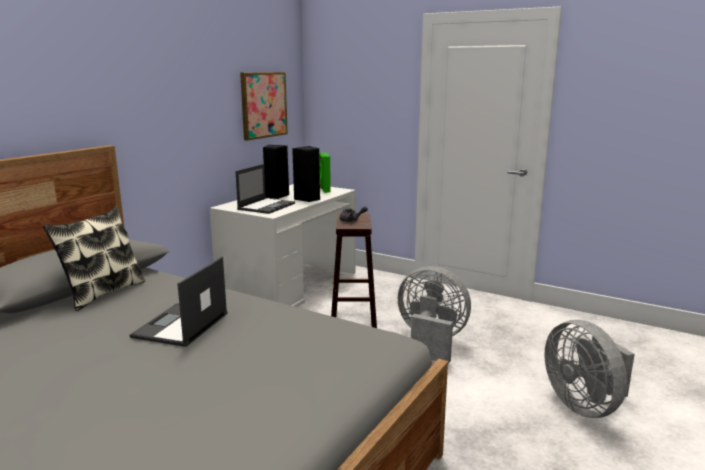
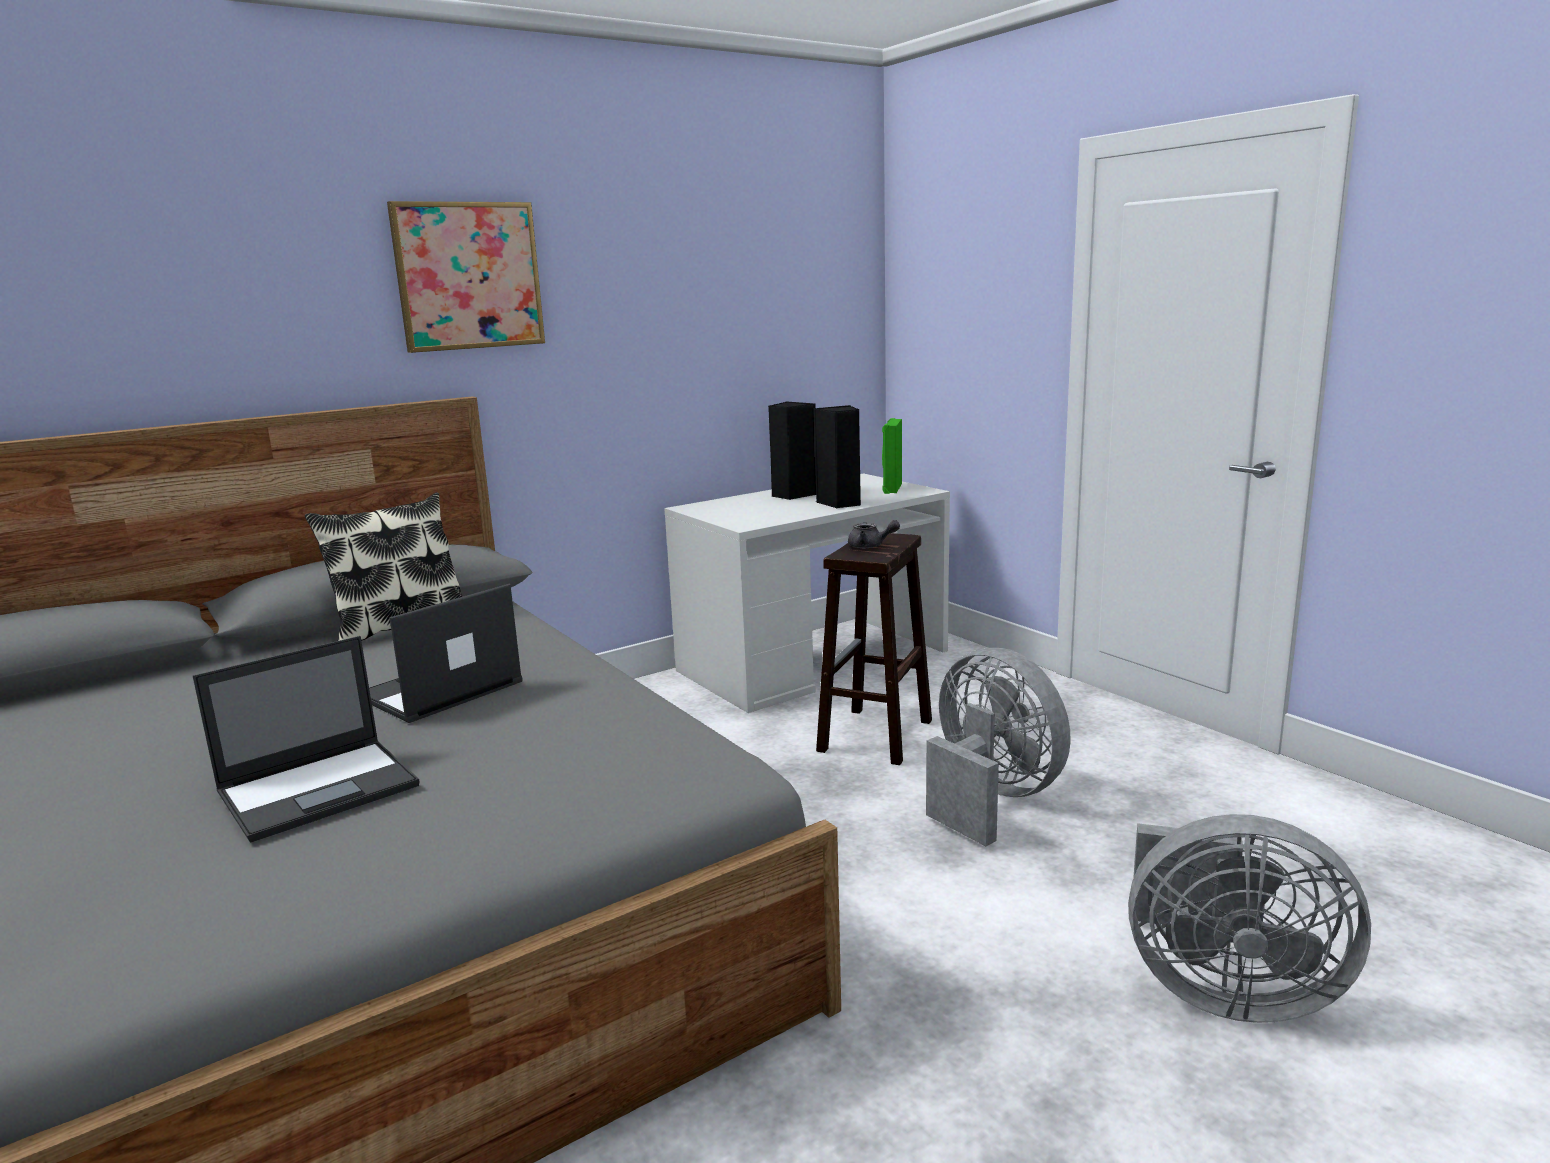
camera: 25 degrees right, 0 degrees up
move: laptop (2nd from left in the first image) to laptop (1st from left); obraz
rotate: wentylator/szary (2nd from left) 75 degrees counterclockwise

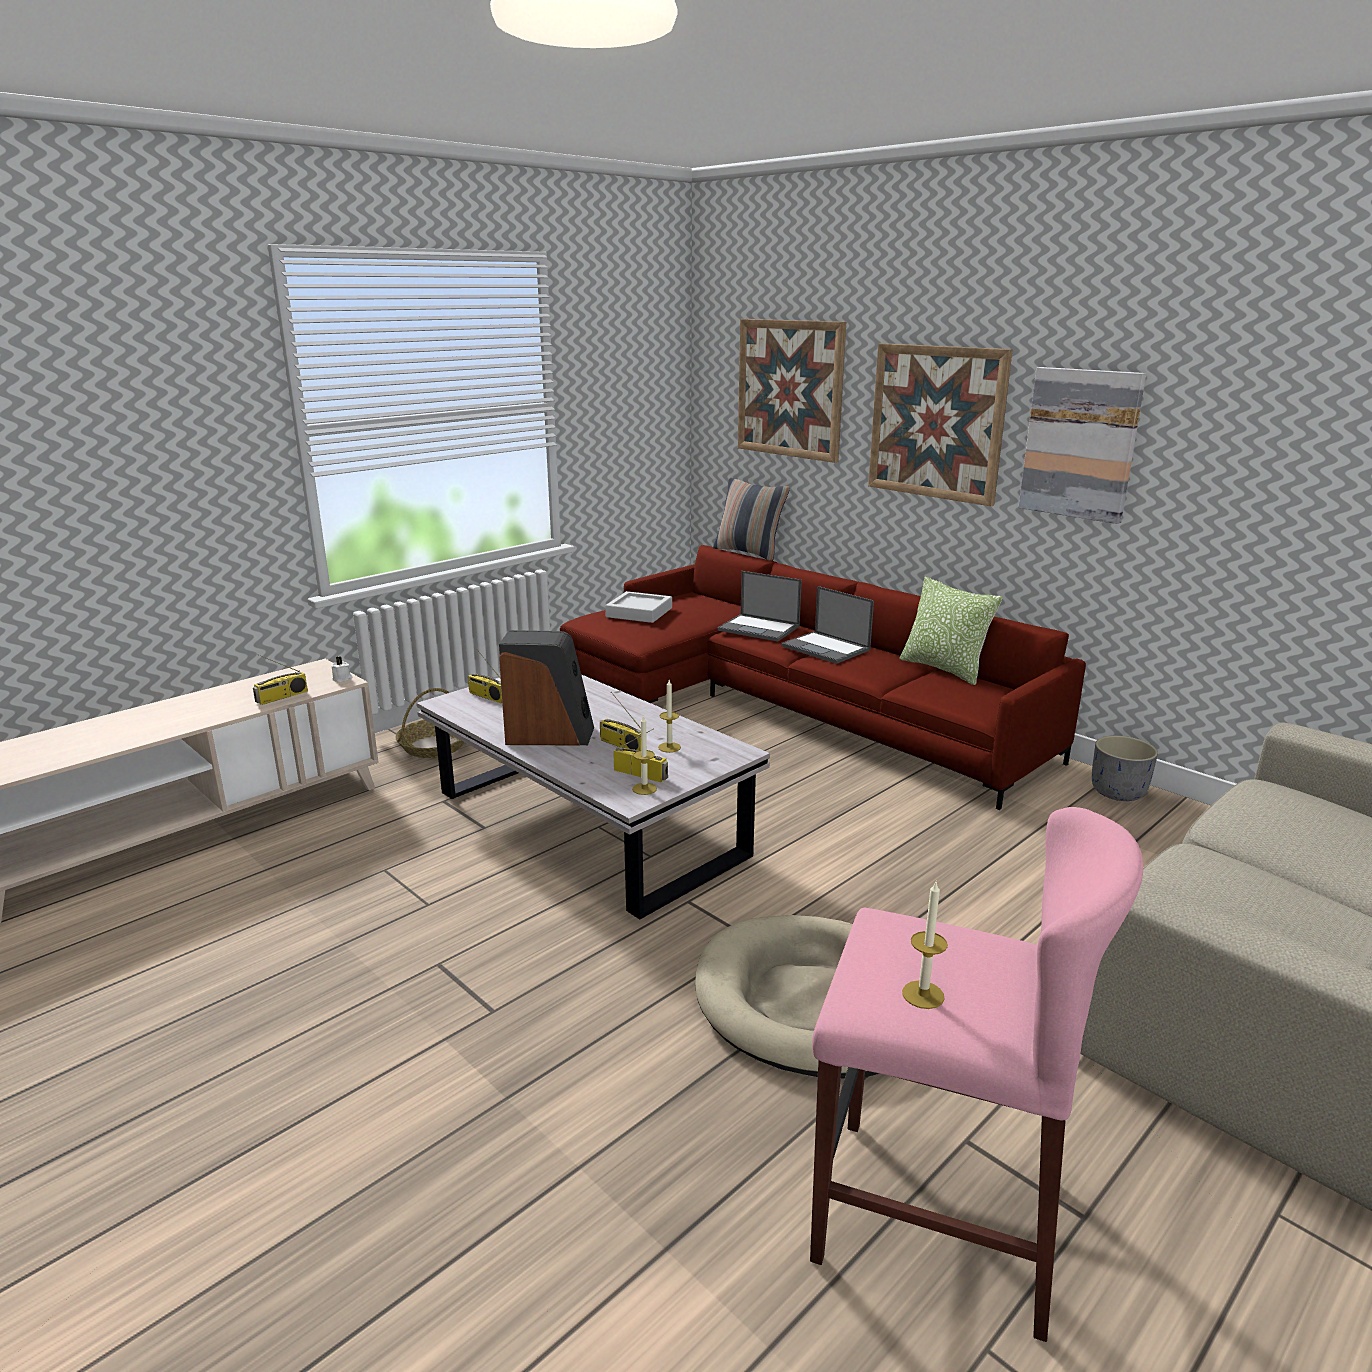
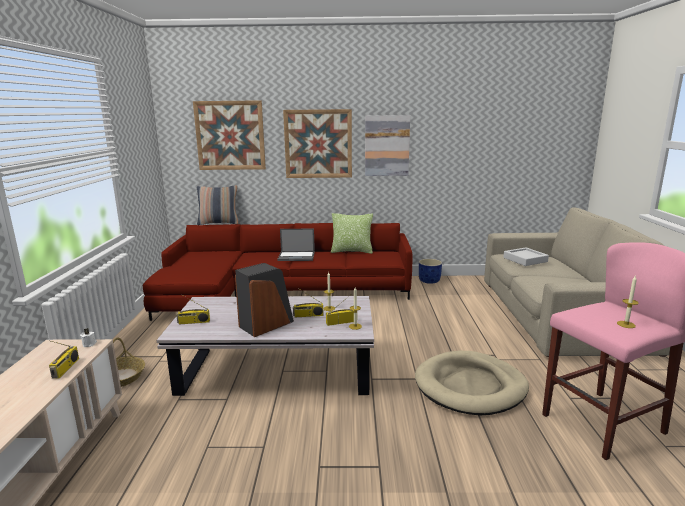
camera: 45 degrees left, 5 degrees down
delete: laptop (1st from left)
move: taca/szary
recolor: donica/szary to donica/niebieski

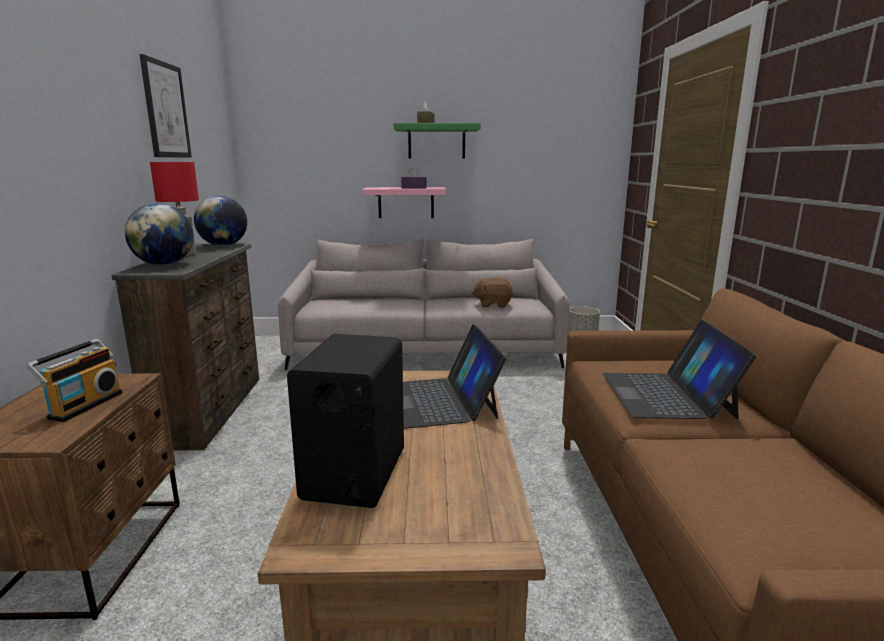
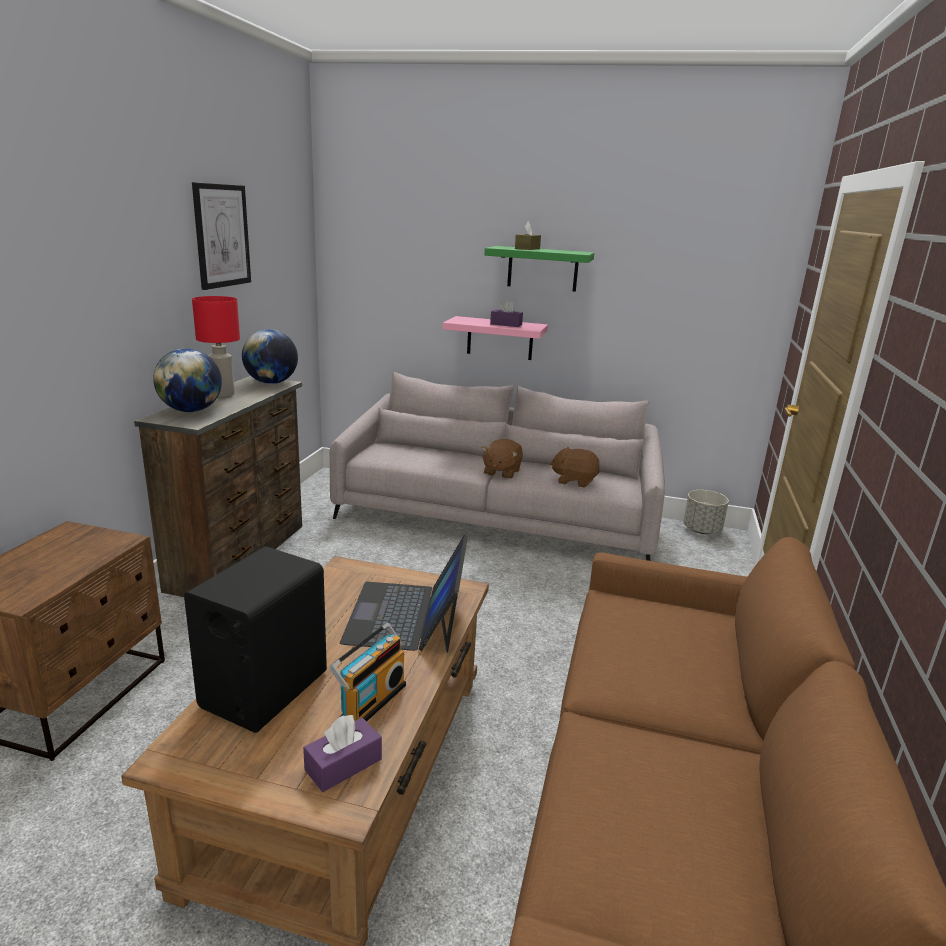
camera: 15 degrees right, 5 degrees up
delete: laptop (2nd from left)
insert: pudełko chusteczek/fioletowy (1st from left); pluszak/brązowy (1st from left)
move: radio

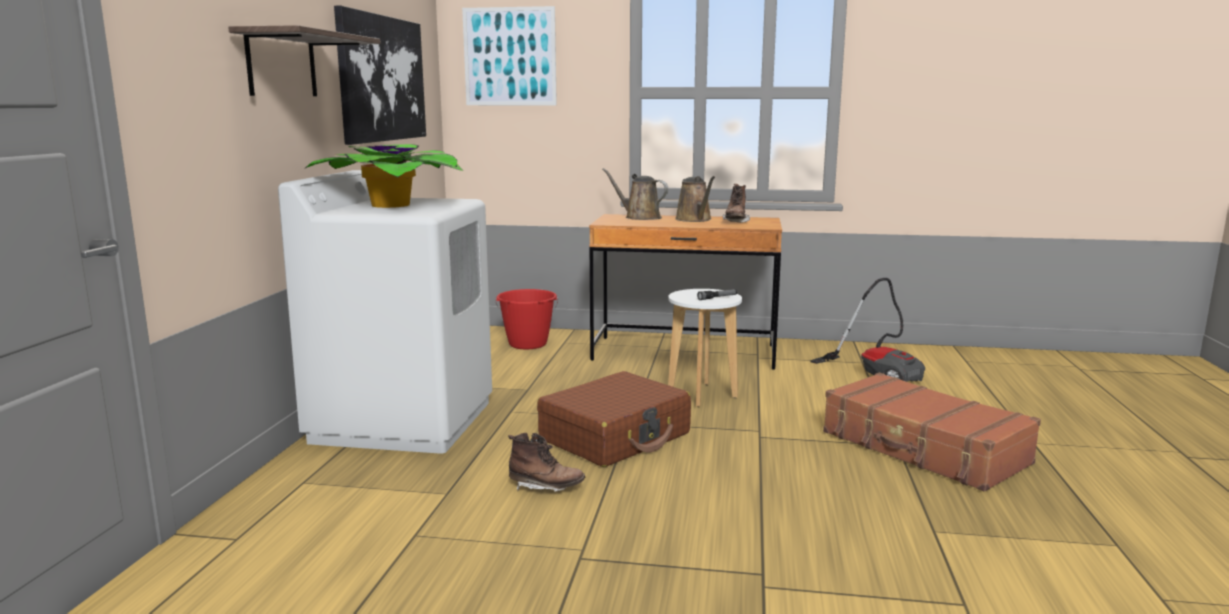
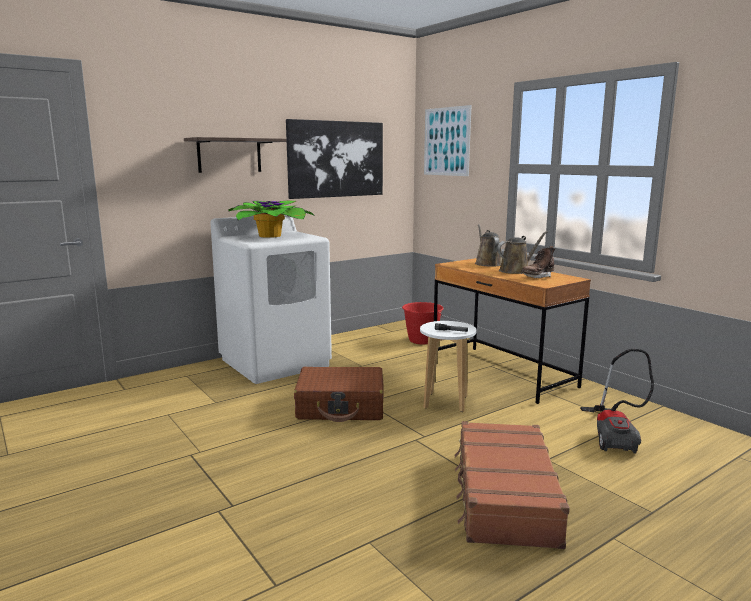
camera: 45 degrees right, 0 degrees up
delete: but z cholewką/brązowy (1st from left)
rotate: konewka/brązowy (2nd from left) 150 degrees counterclockwise

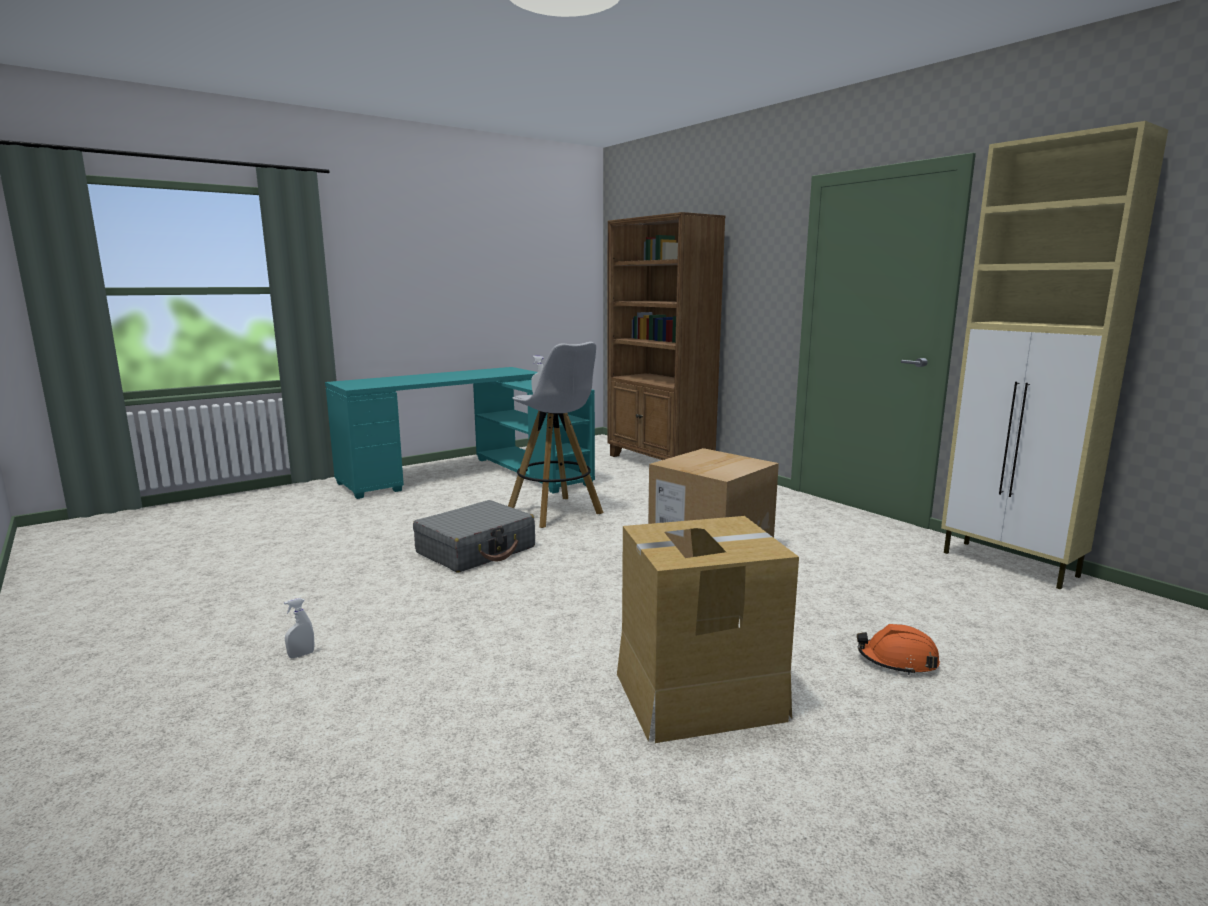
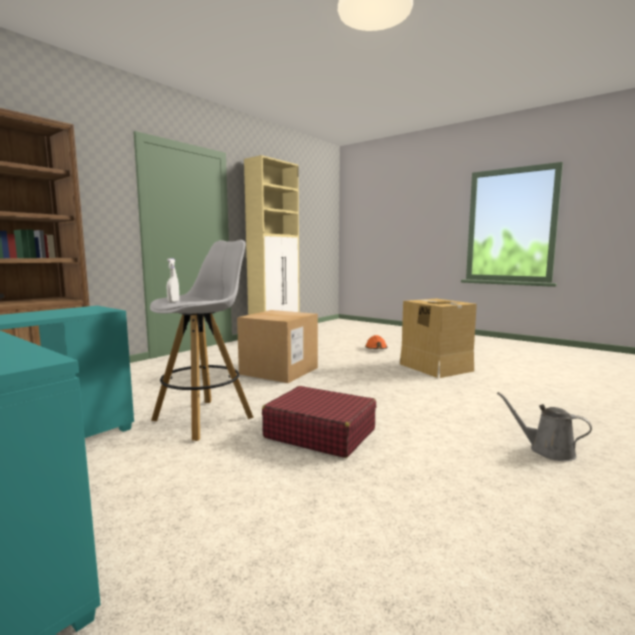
camera: 105 degrees left, 5 degrees down
replace: spryskiwacz/biały (1st from left) to konewka/szary
recolor: walizka/szary to walizka/czerwony

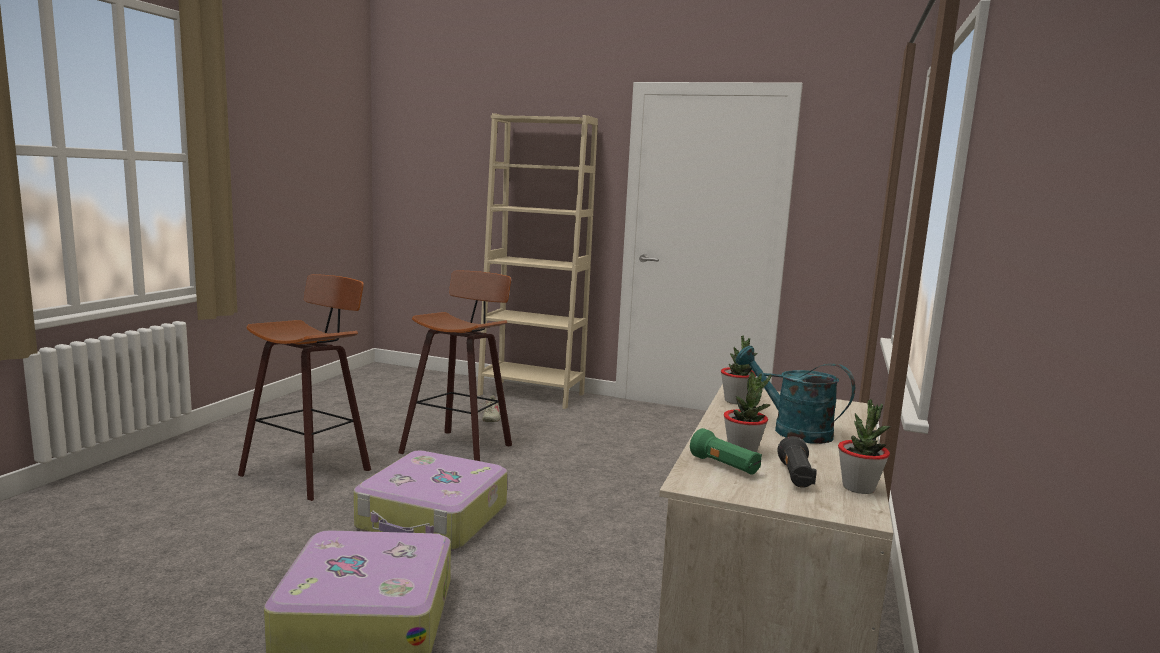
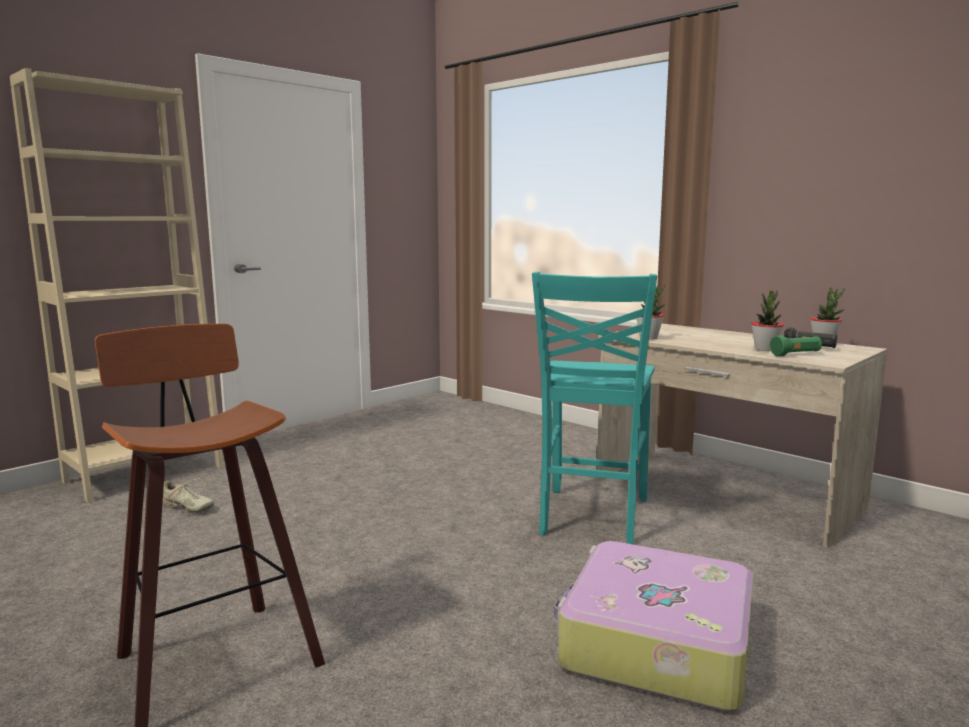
camera: 65 degrees left, 0 degrees up
delete: walizka (2nd from left); stołek (2nd from left); konewka/turkusowy
insert: krzesło/turkusowy

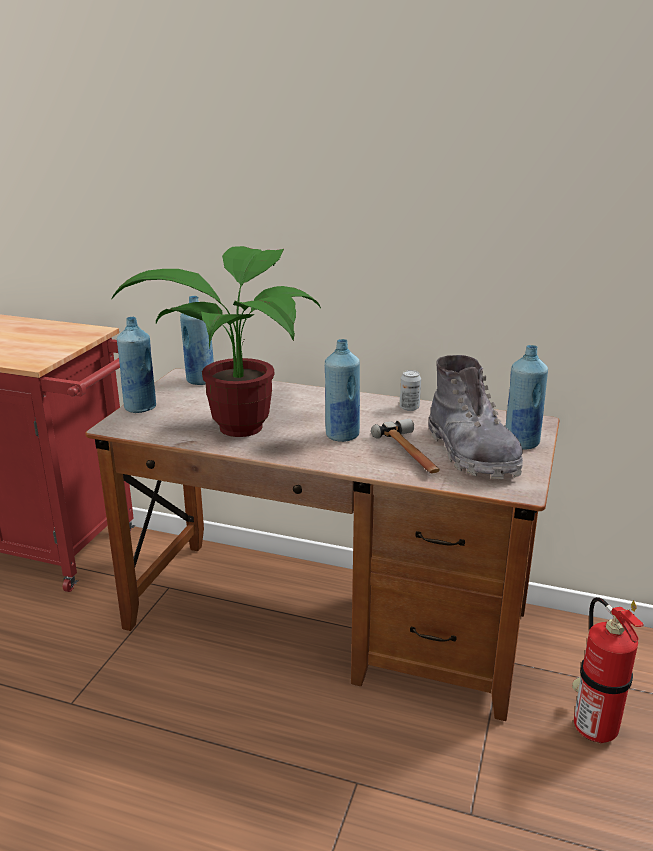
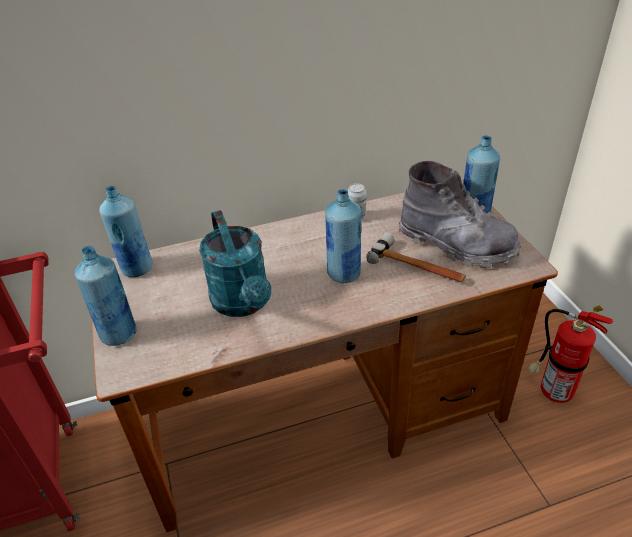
camera: 35 degrees left, 15 degrees up
replace: roślina doniczkowa to konewka/turkusowy

